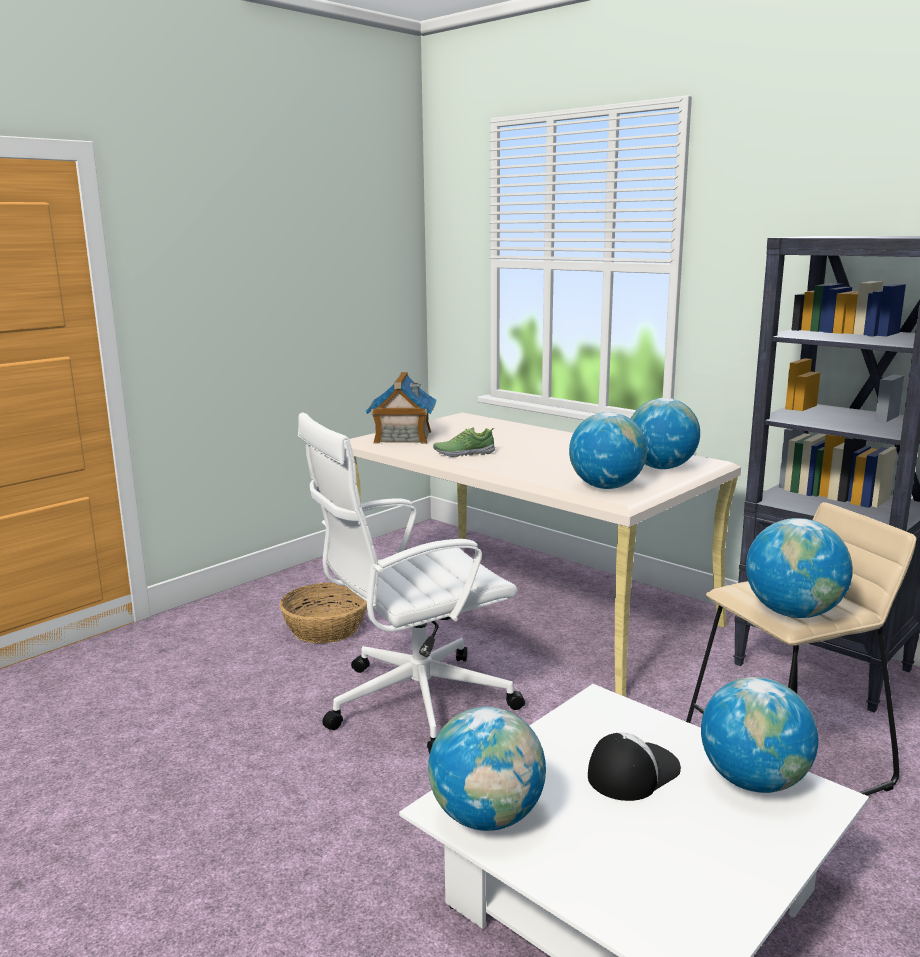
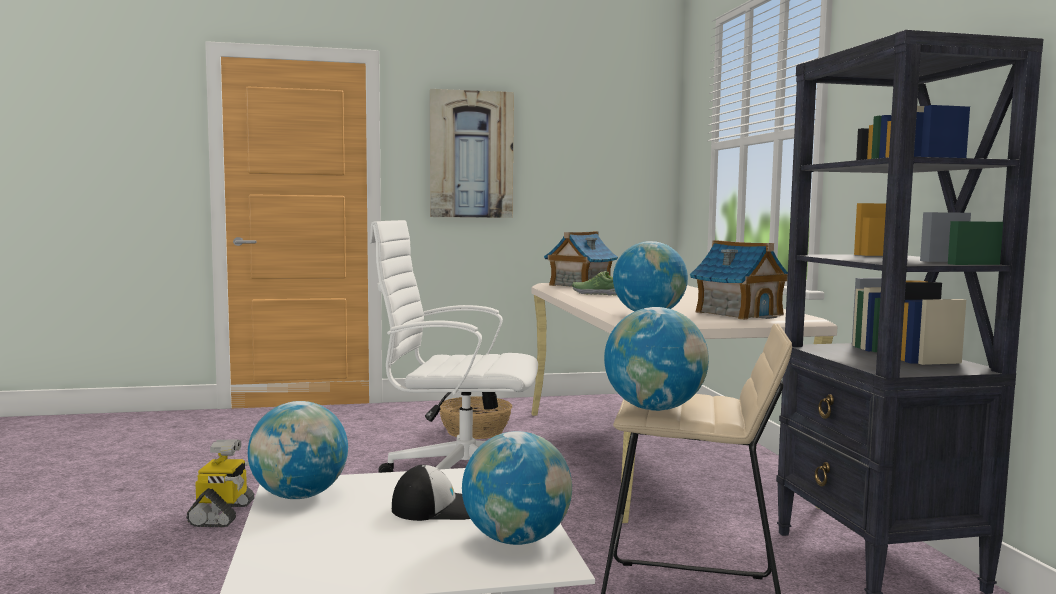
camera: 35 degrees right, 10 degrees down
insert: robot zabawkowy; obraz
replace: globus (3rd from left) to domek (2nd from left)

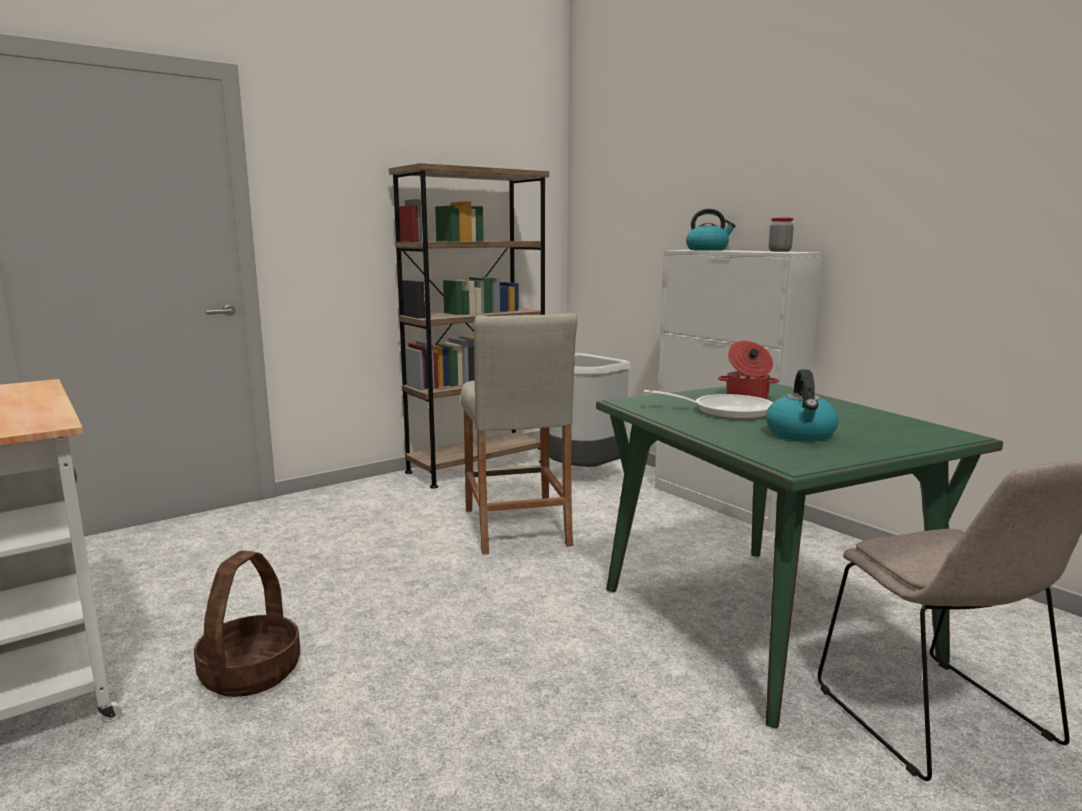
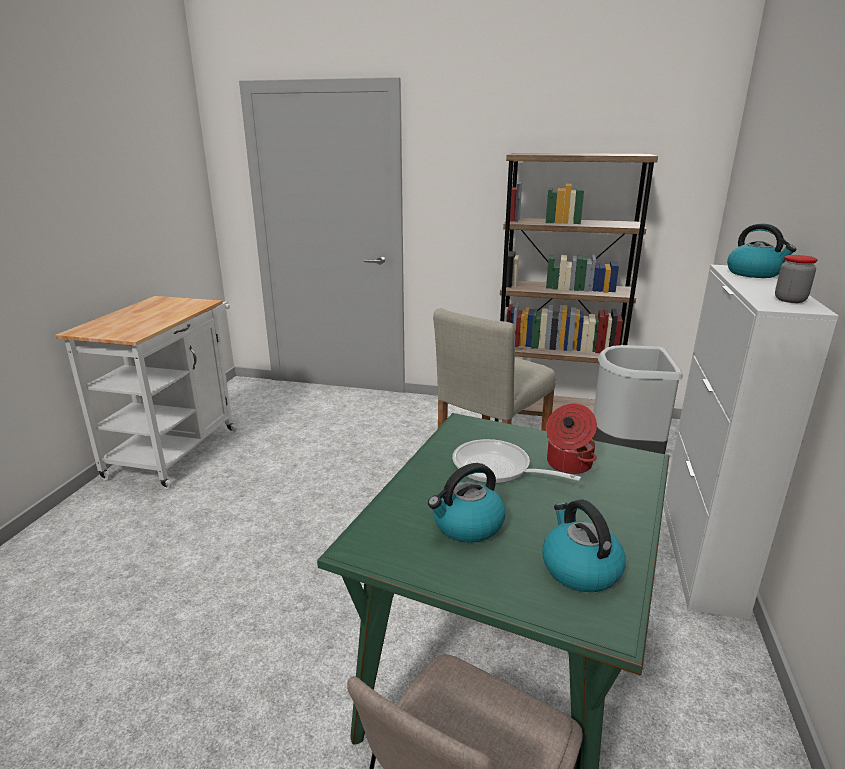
camera: 50 degrees right, 10 degrees up
delete: koszyk
insert: czajnik (2nd from left)
rotate: patelnia 150 degrees clockwise

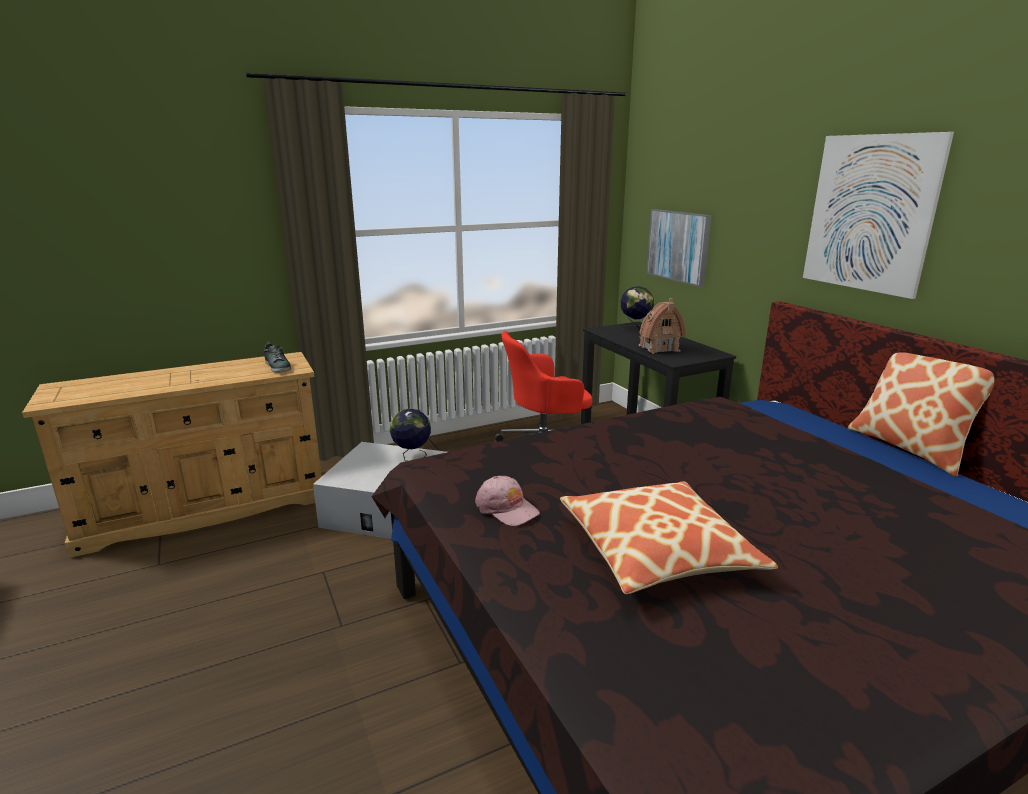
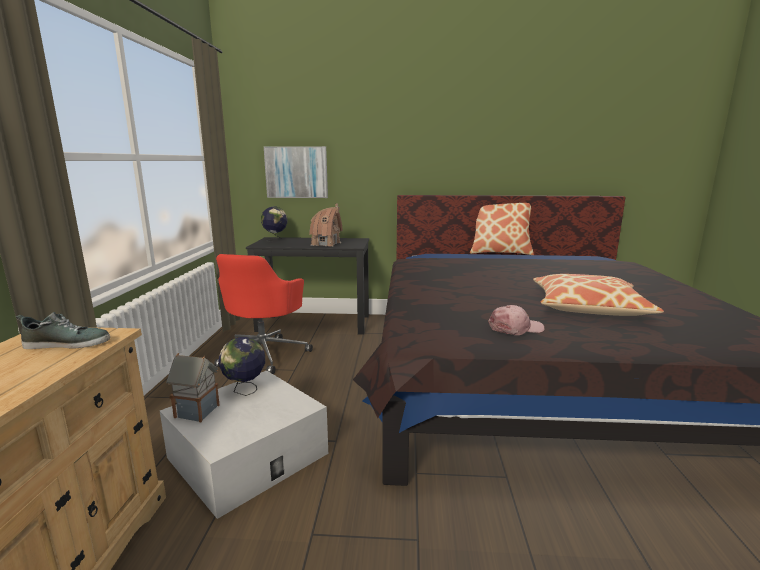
camera: 60 degrees left, 5 degrees down
delete: obraz (2nd from left)
insert: domek (1st from left)

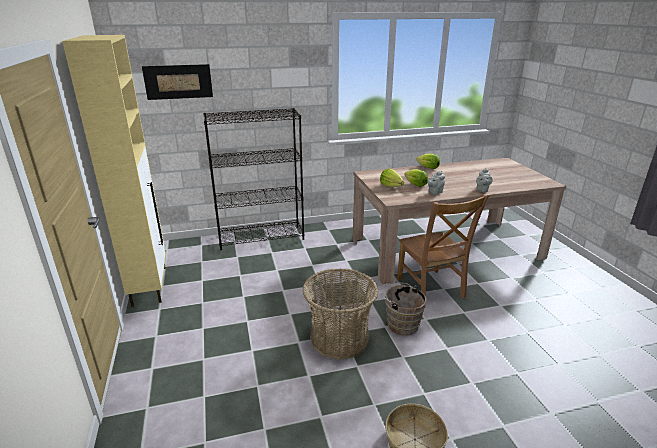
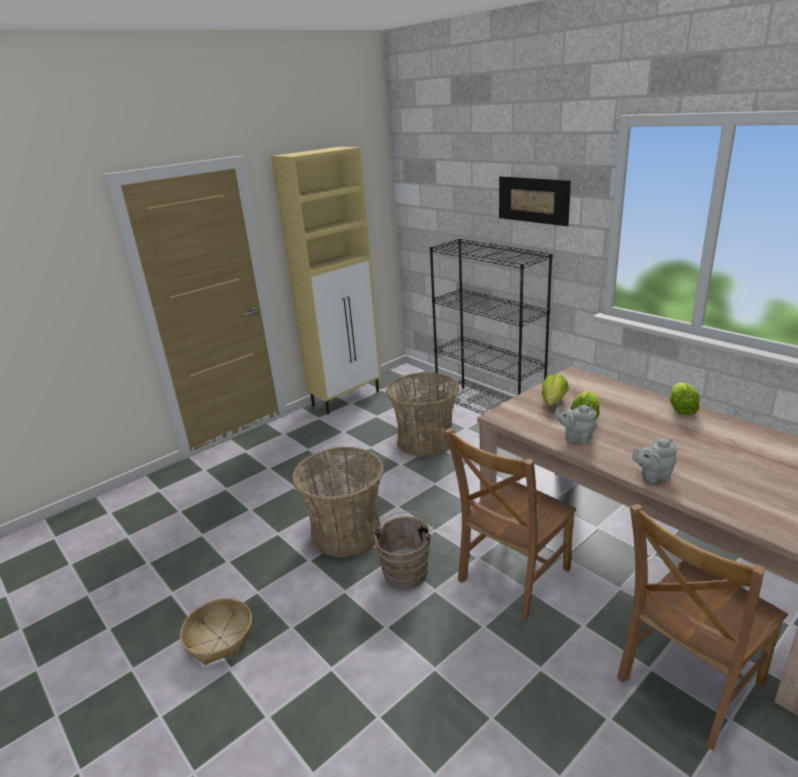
camera: 65 degrees right, 0 degrees up
insert: koszyk (3rd from left); krzesło/brązowy (2nd from left)
move: obraz

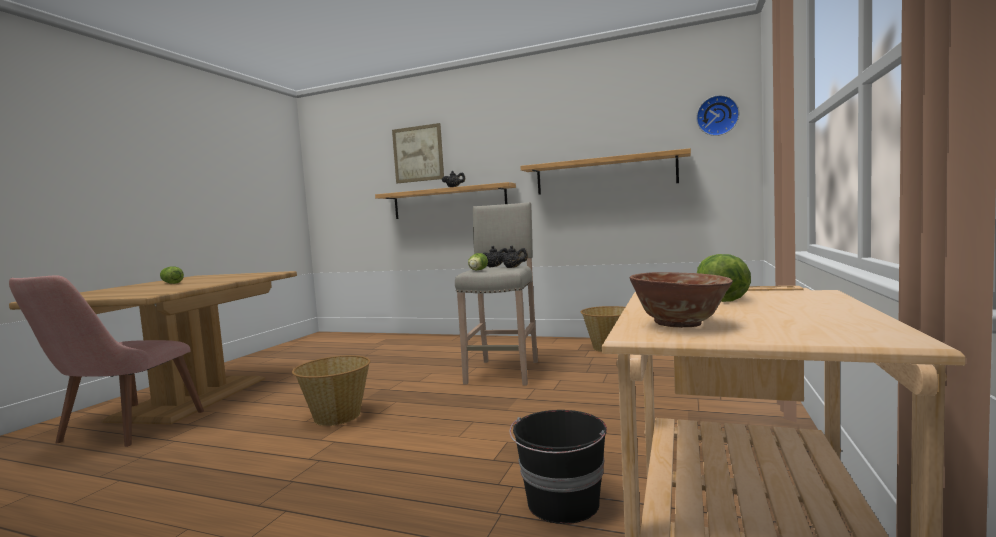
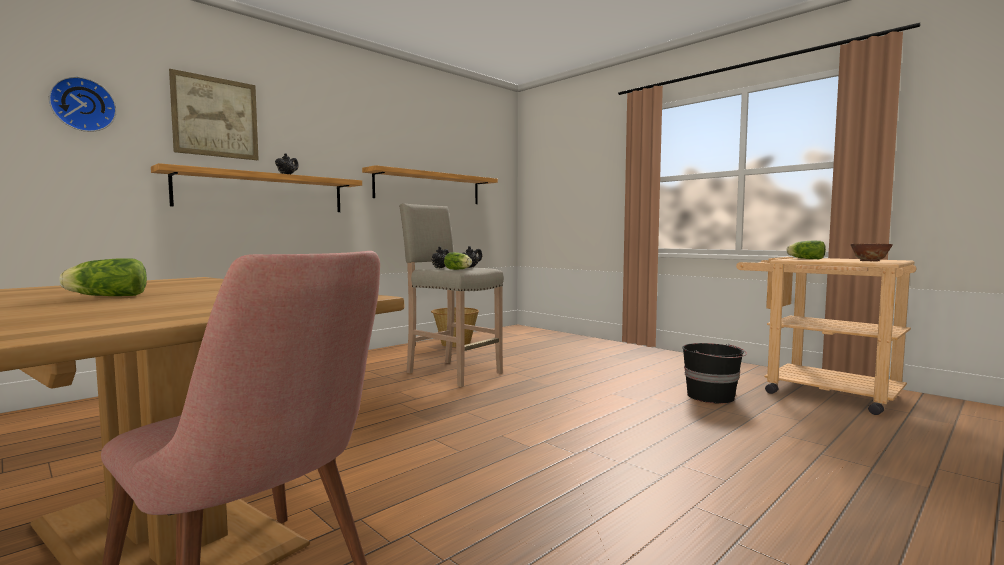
camera: 65 degrees left, 0 degrees up
delete: koszyk (1st from left)
move: zegar ścienny

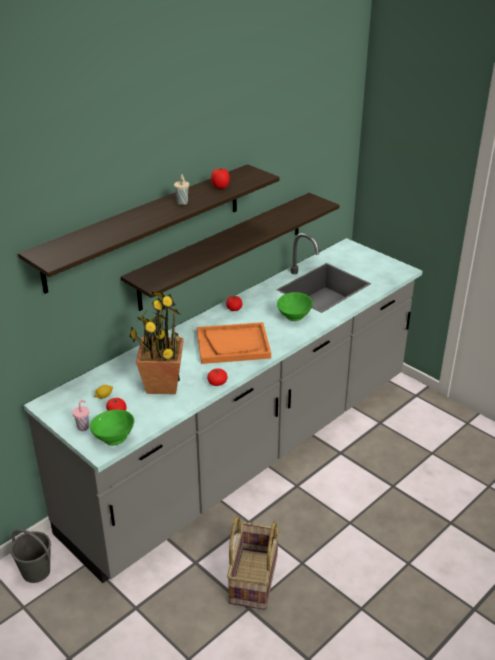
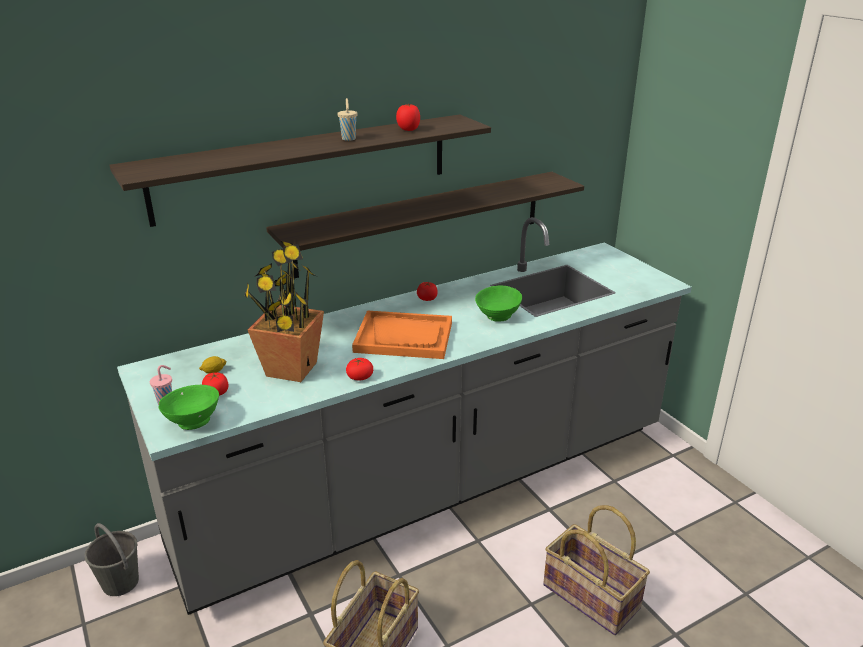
camera: 15 degrees right, 5 degrees down
insert: koszyk (2nd from left)

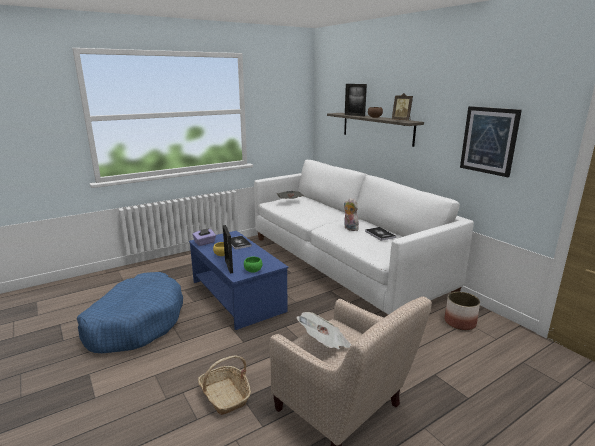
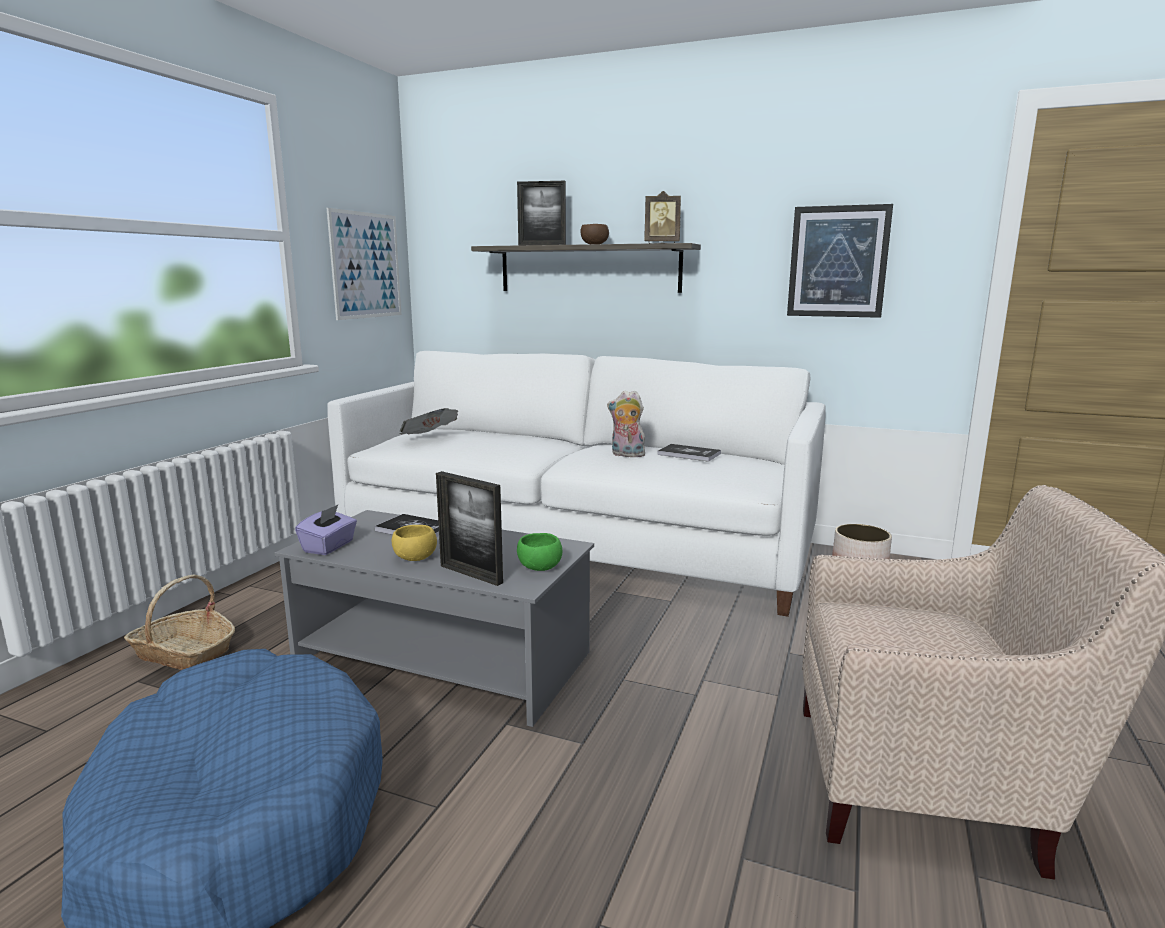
camera: 35 degrees left, 5 degrees down
delete: gazeta (2nd from left)
insert: obraz (1st from left)
move: koszyk
recolor: ława/niebieski to ława/szary

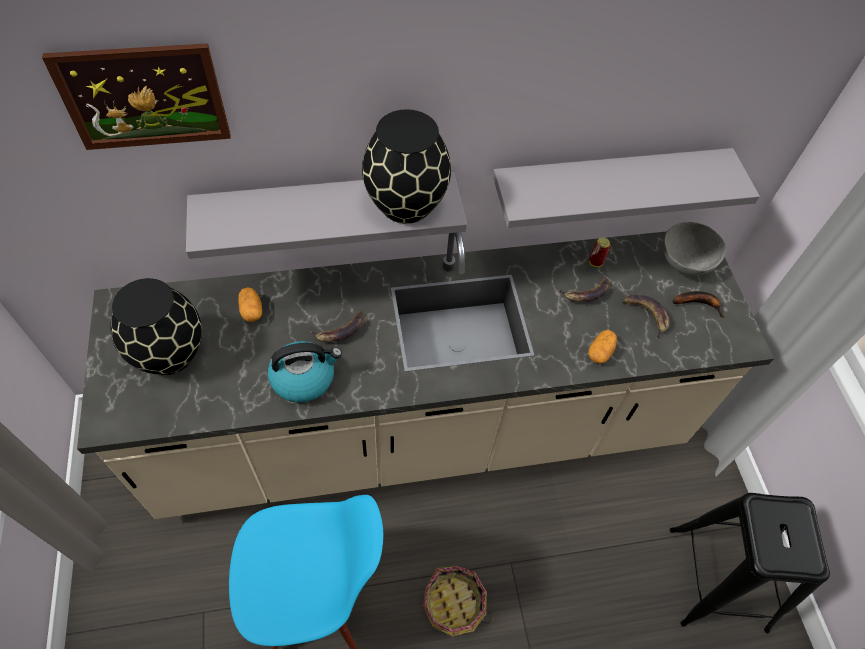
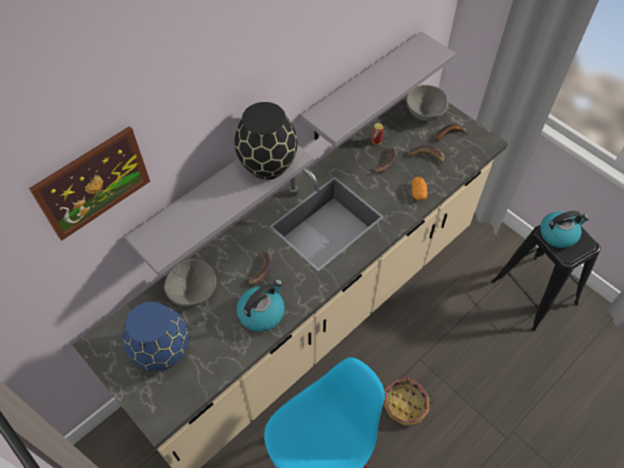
camera: 30 degrees left, 0 degrees up
insert: czajnik (2nd from left)
replace: ziemniak (1st from left) to miska/szary (1st from left)
recolor: wazon/czarny (1st from left) to wazon/niebieski

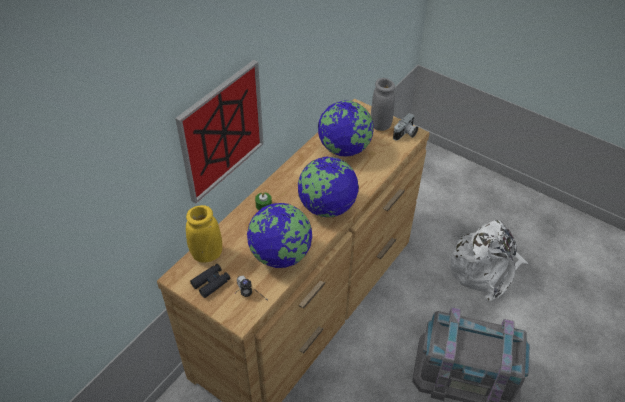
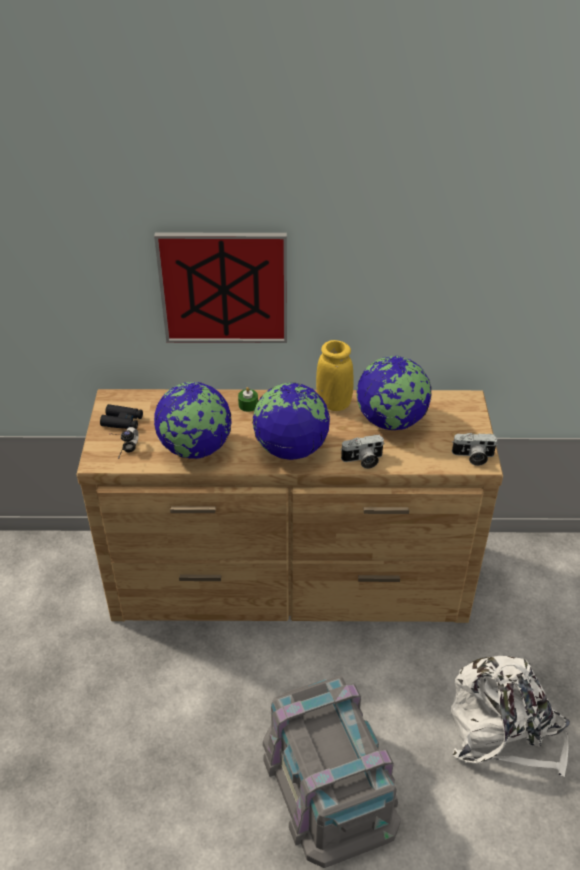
camera: 55 degrees right, 5 degrees down
delete: wazon/szary
insert: aparat fotograficzny (1st from left)
move: wazon/żółty

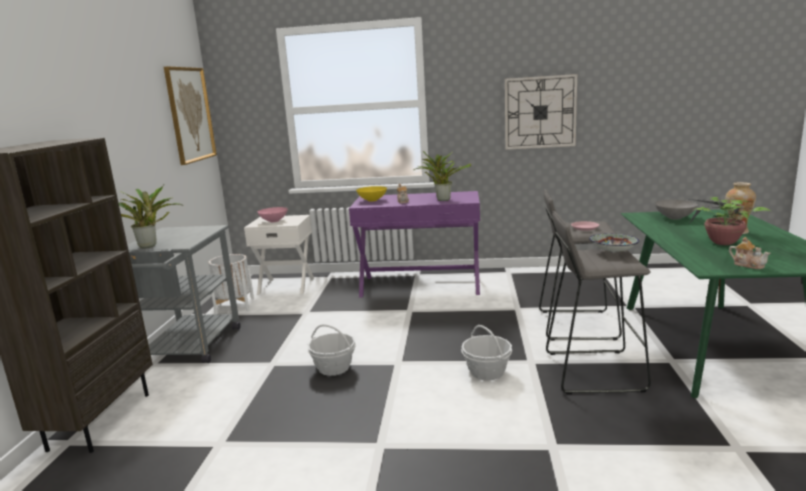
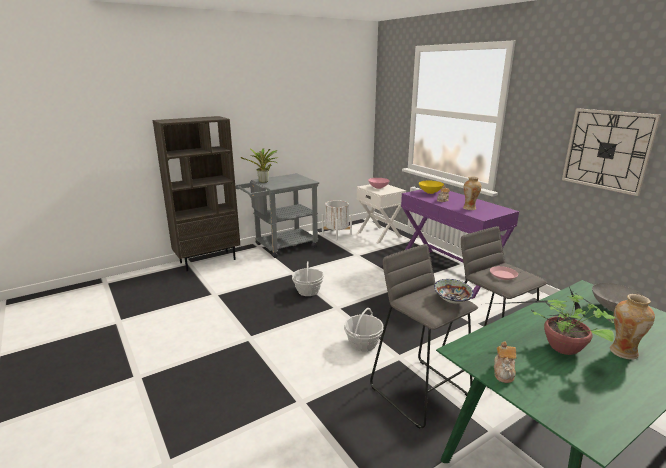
camera: 50 degrees right, 5 degrees up
delete: obraz
replace: roślina doniczkowa (2nd from left) to wazon (1st from left)

